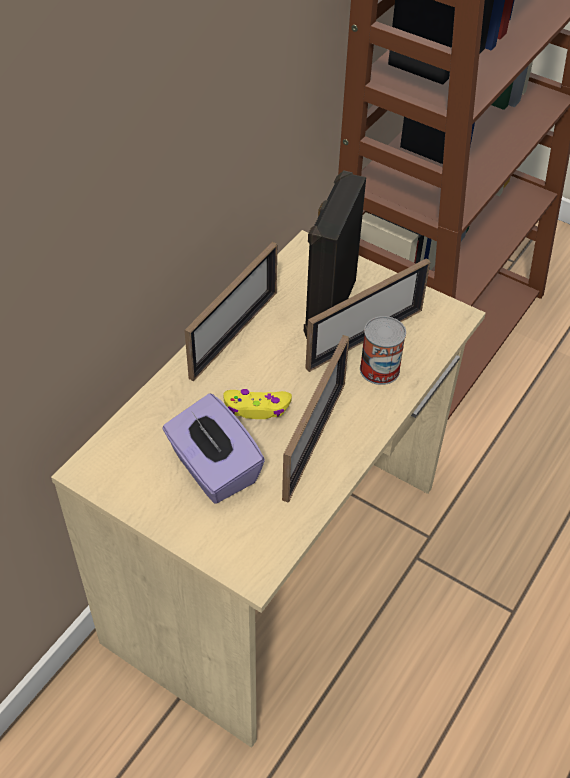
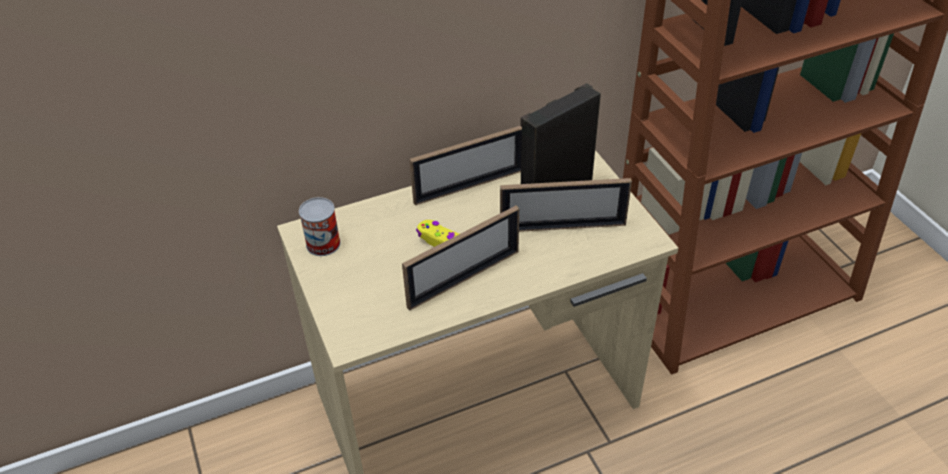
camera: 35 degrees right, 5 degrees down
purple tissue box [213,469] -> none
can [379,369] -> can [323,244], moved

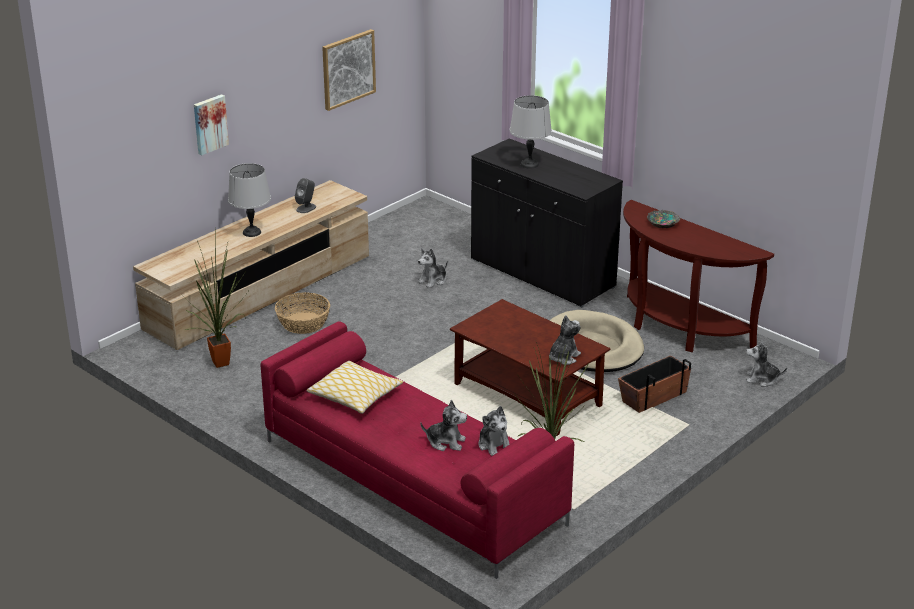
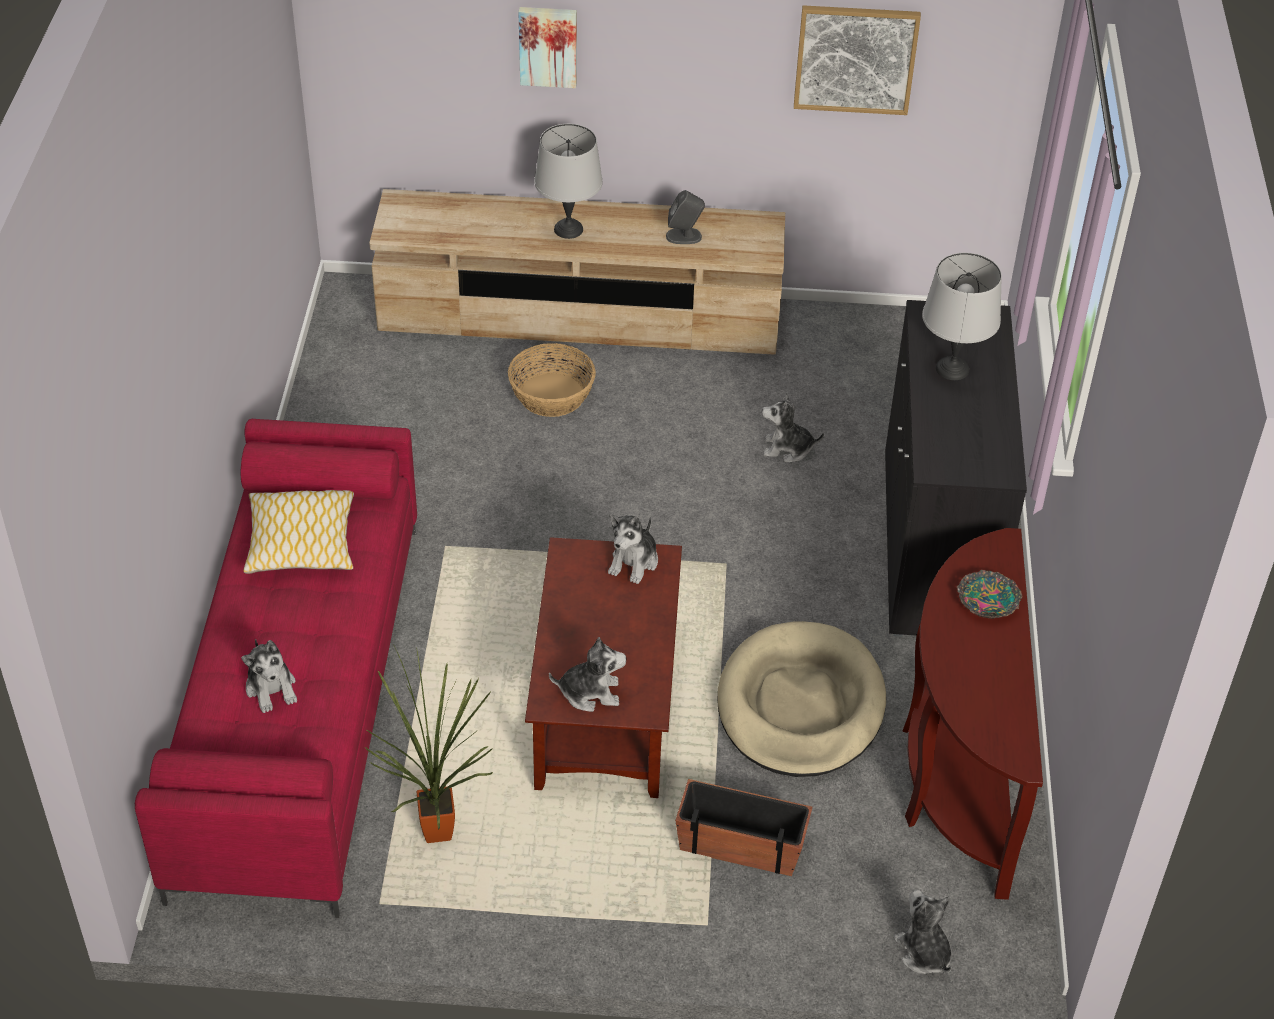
camera: 50 degrees right, 15 degrees up
potted plant [224,363] -> none
plush toy [494,445] -> plush toy [634,562], moved

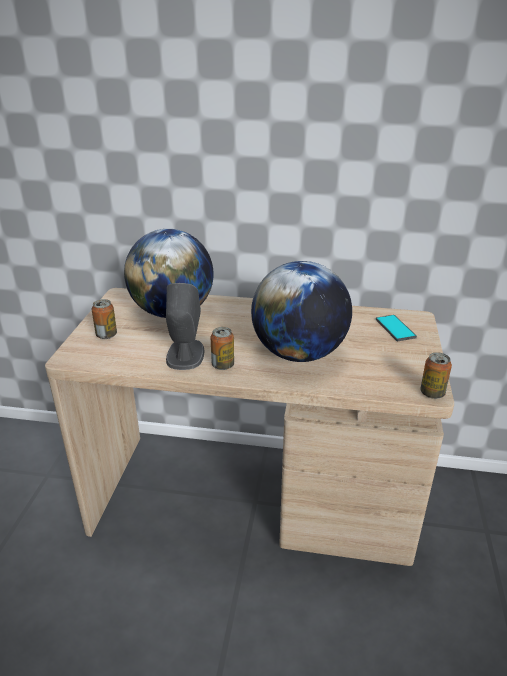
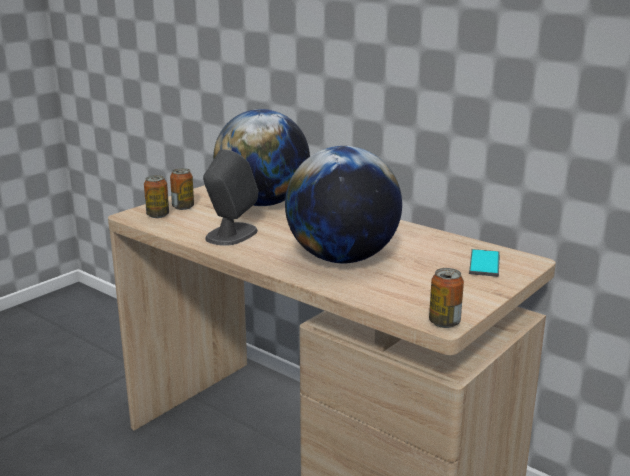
camera: 30 degrees right, 10 degrees down
can [223,365] -> can [158,215], moved

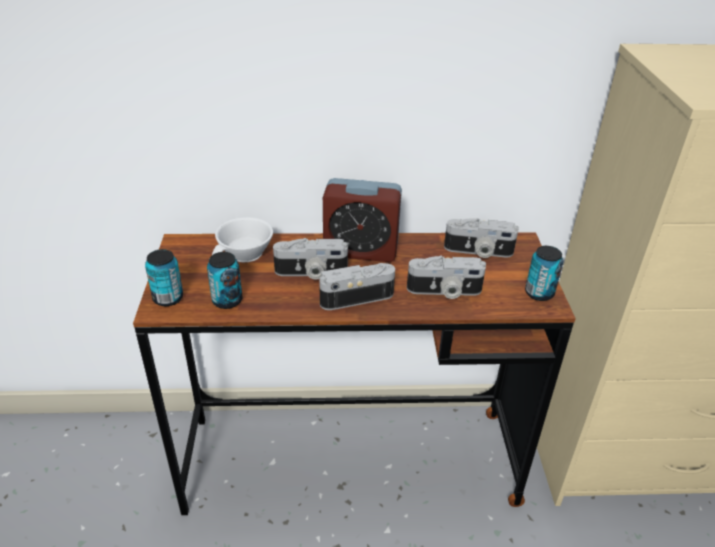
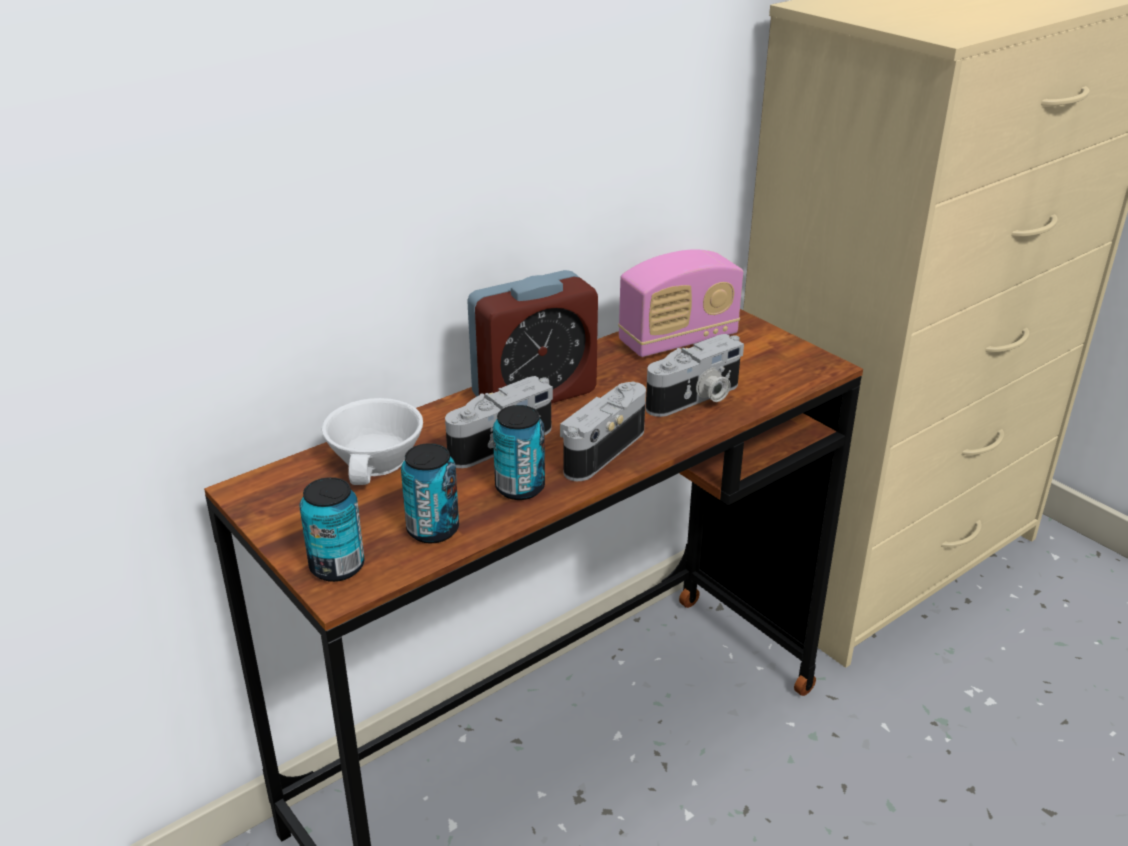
camera: 35 degrees left, 5 degrees down
photo camera [478,252] -> radio [678,340]
can [539,293] -> can [520,488], moved

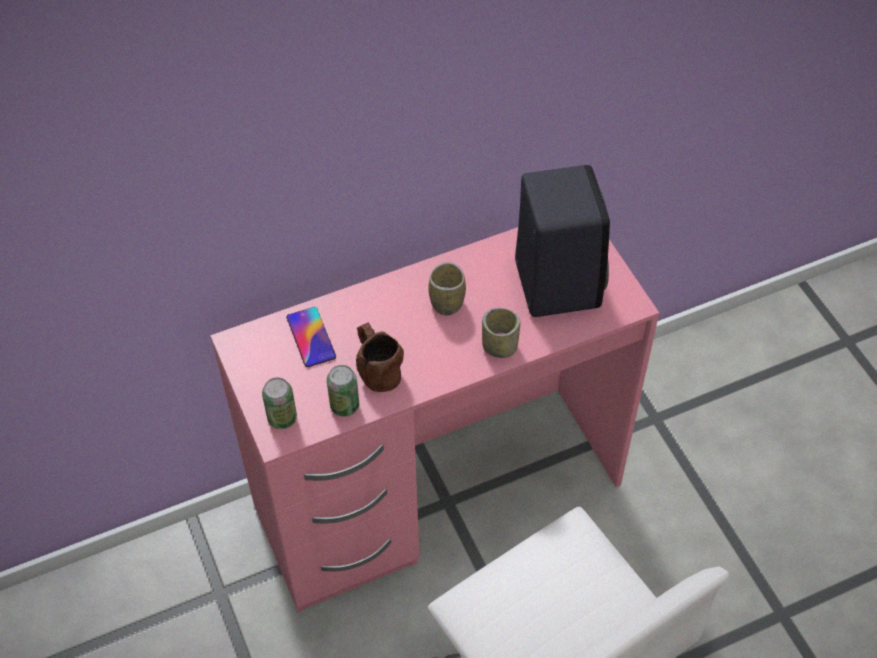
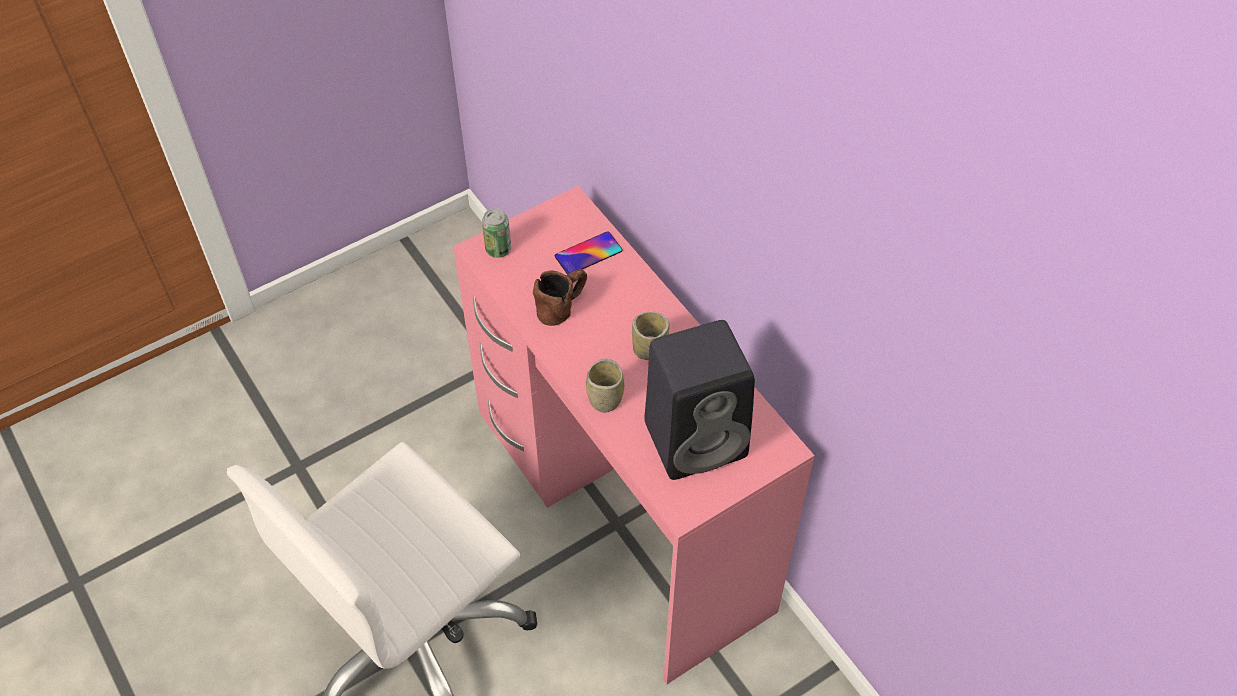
camera: 80 degrees right, 0 degrees up
can [344,406] -> none

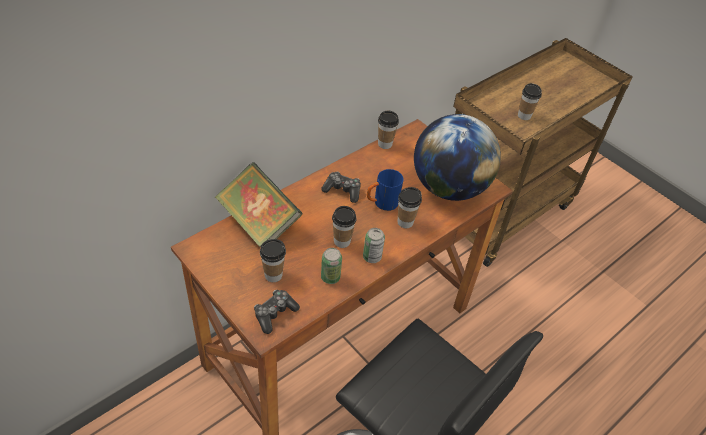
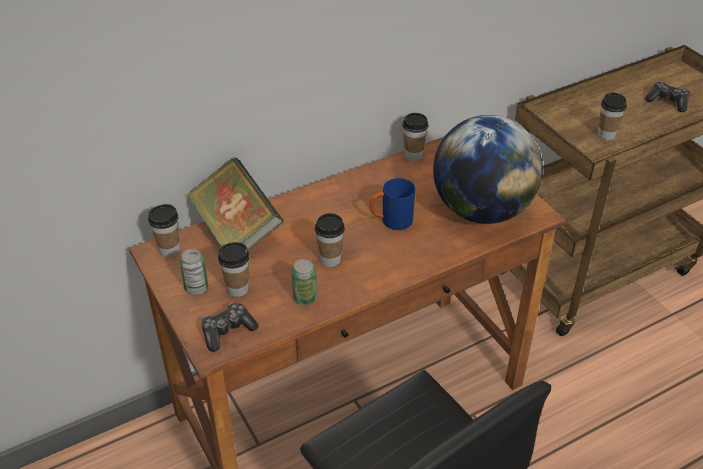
camera: 15 degrees right, 5 degrees down
game controller [342,190] -> game controller [667,102], moved
can [372,257] -> can [196,288], moved
cup [405,222] -> cup [169,250], moved

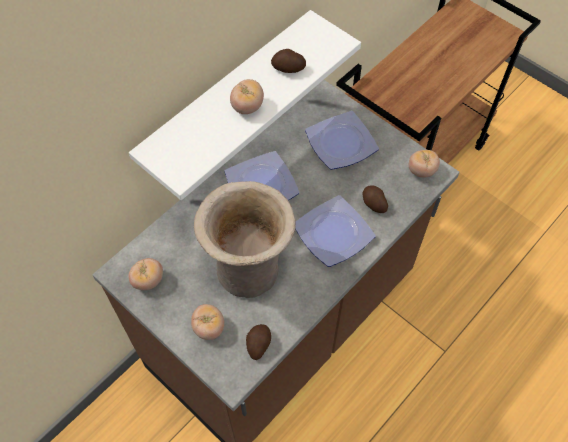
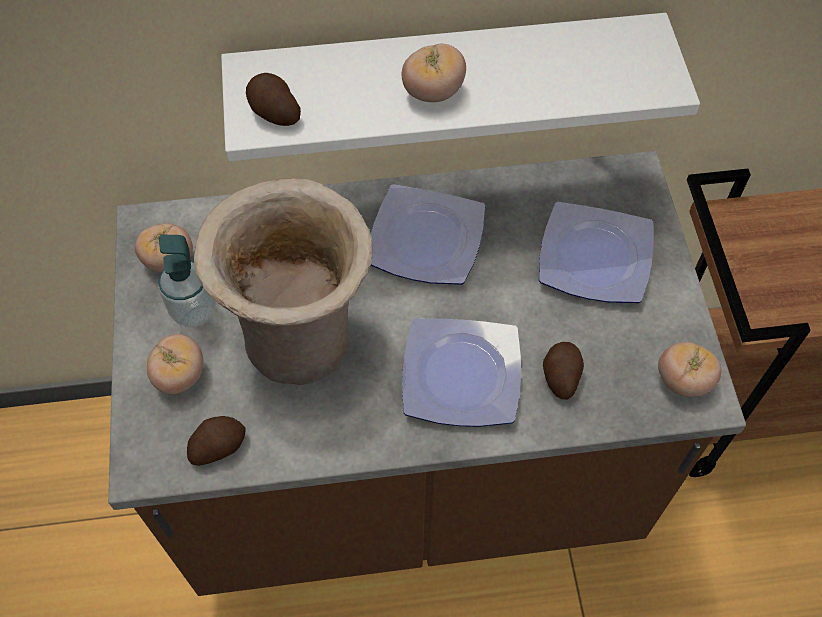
camera: 40 degrees right, 0 degrees up
potato [288,69] -> potato [273,112], moved
none -> soap dispenser [194,311]

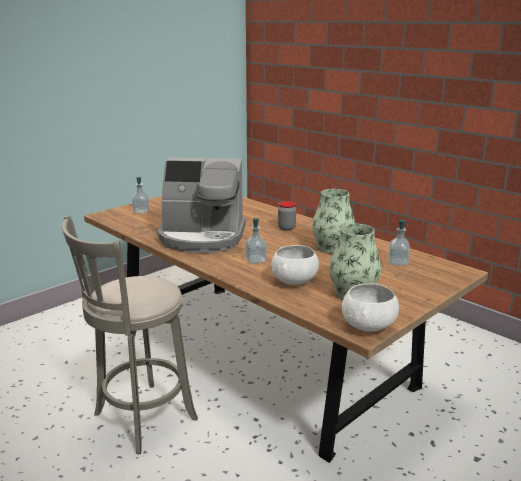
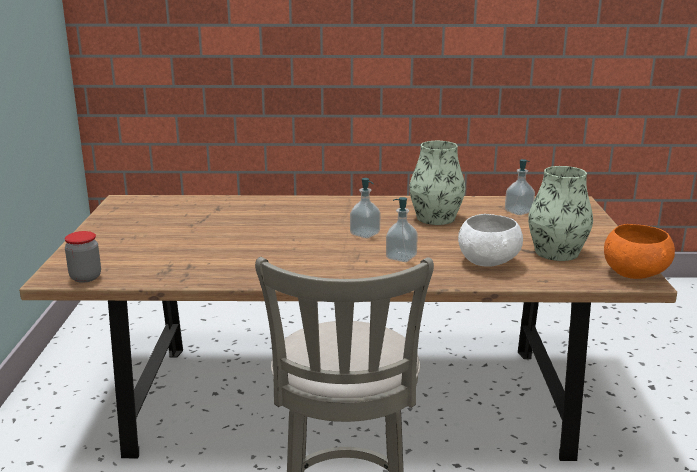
camera: 45 degrees left, 0 degrees up
soap dispenser [141,211] -> soap dispenser [365,234], moved
coffee machine [202,237] -> none
jar [286,228] -> jar [85,277], moved
white bowl [368,327] -> orange bowl [635,274]

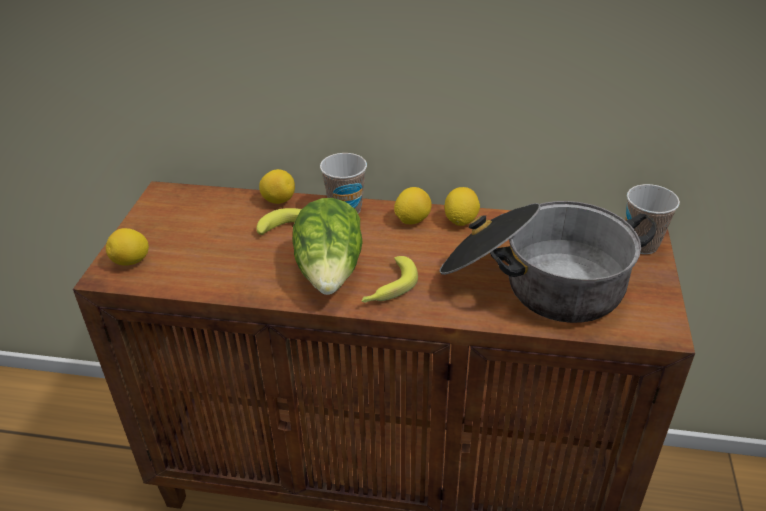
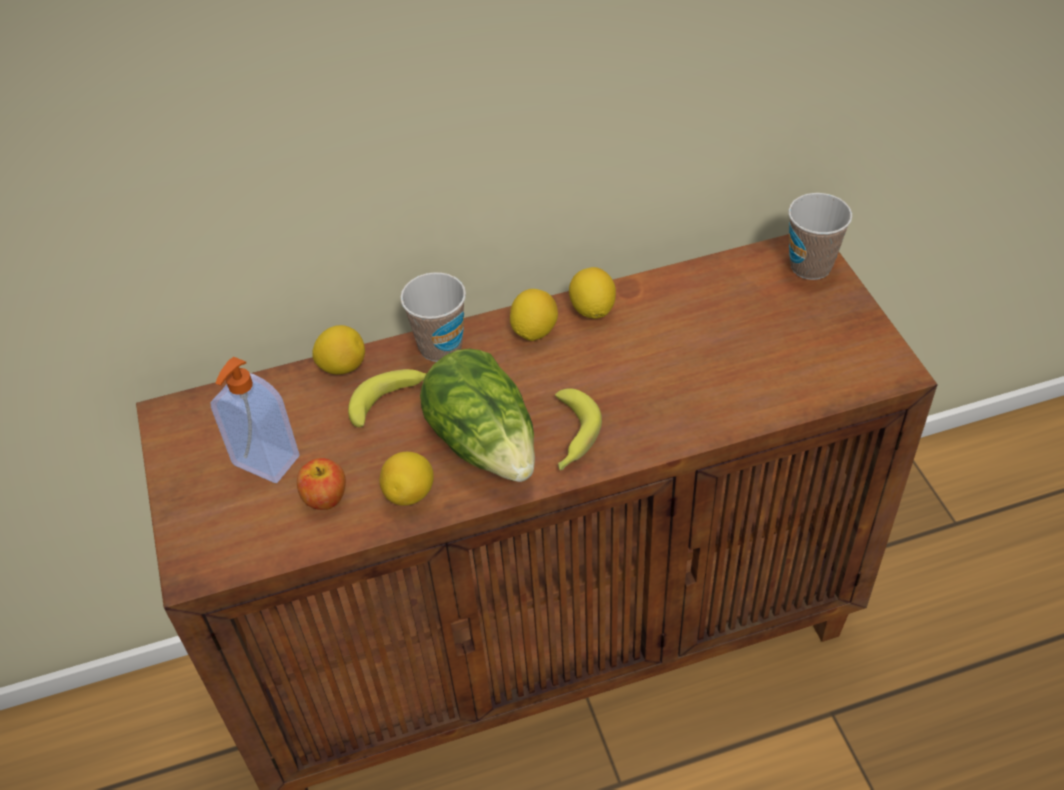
camera: 25 degrees left, 10 degrees up
lemon [131,261] -> lemon [410,494], moved
cooking pot [535,282] -> none
none -> soap dispenser [265,462]
none -> apple [325,497]

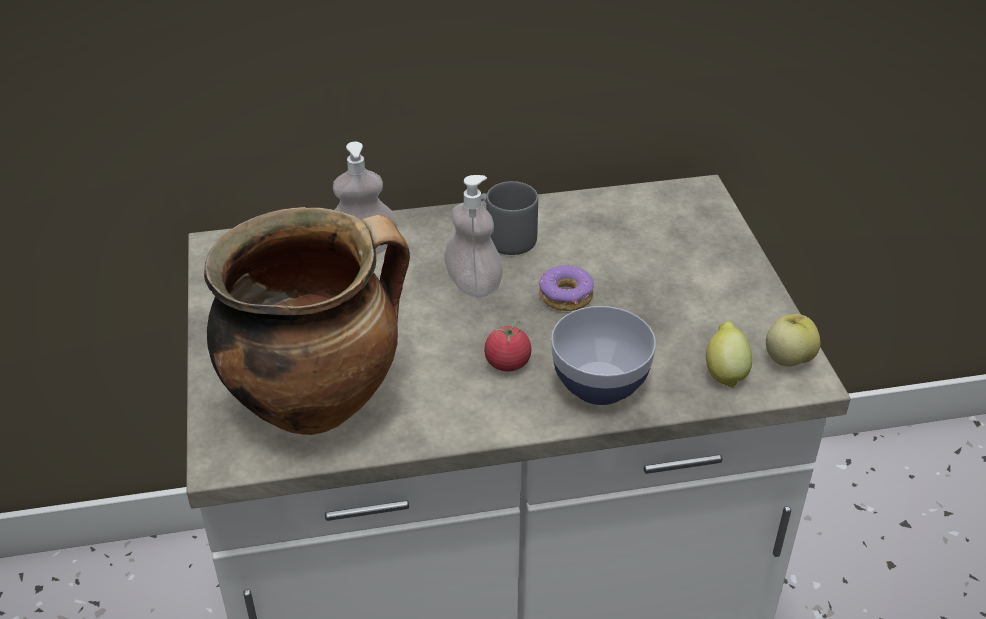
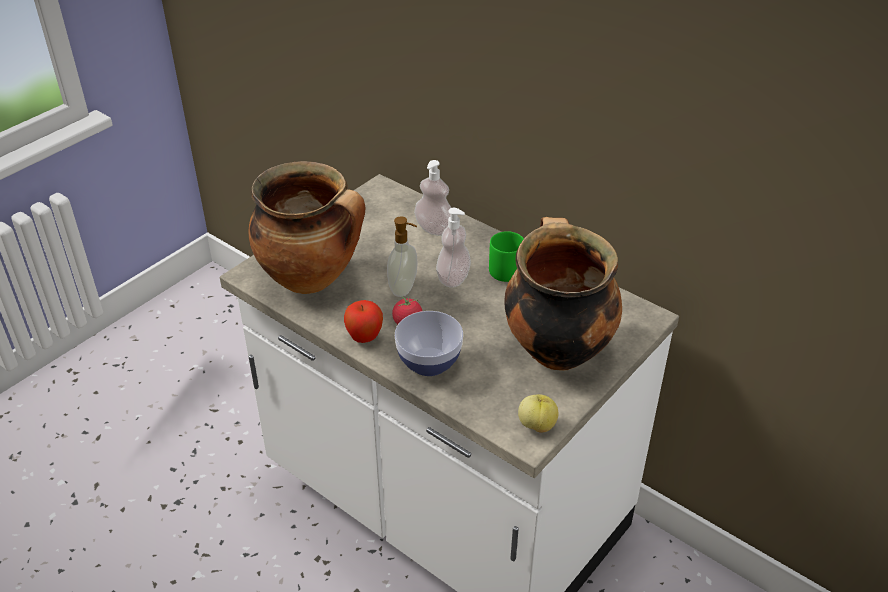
camera: 50 degrees right, 0 degrees up
grey mug [505,239] -> green mug [504,268]
donut [566,296] -> none
lemon [725,373] -> none
none -> apple [364,338]
none -> soap dispenser [404,288]
none -> cooking pot [556,348]

